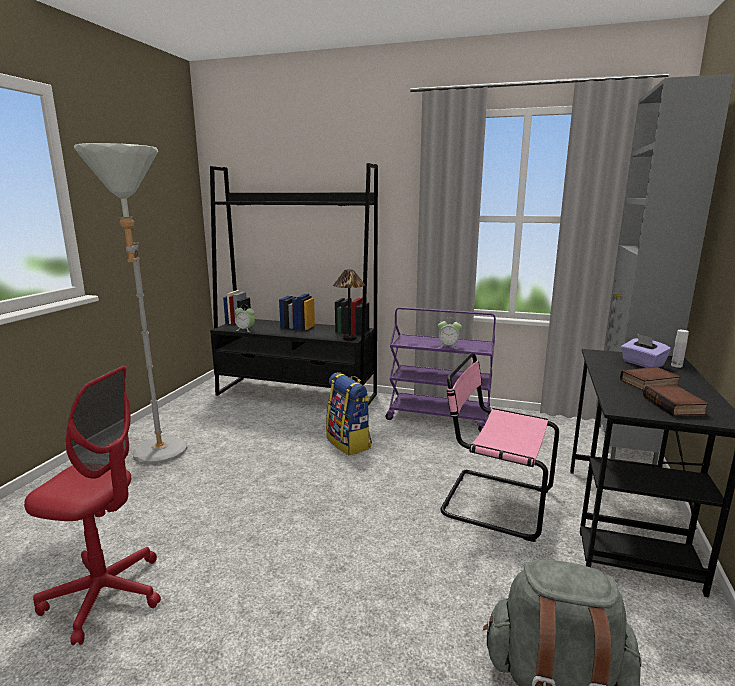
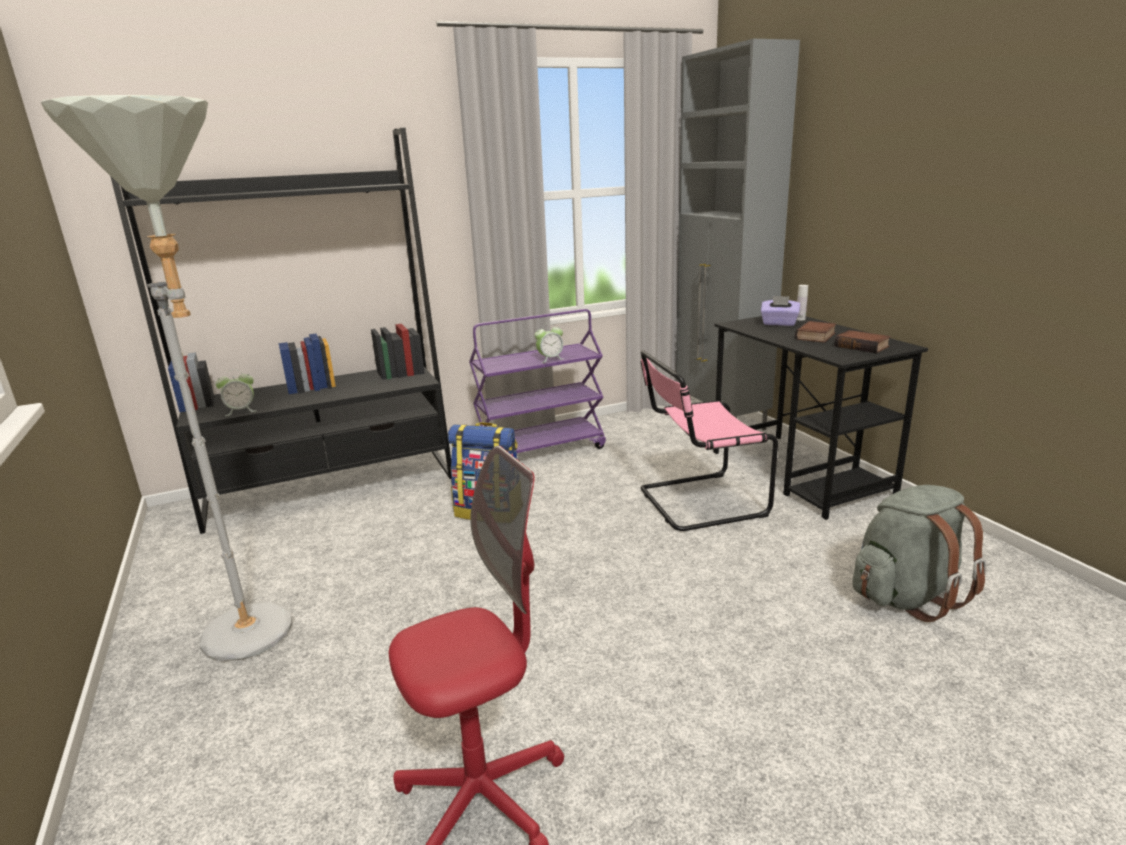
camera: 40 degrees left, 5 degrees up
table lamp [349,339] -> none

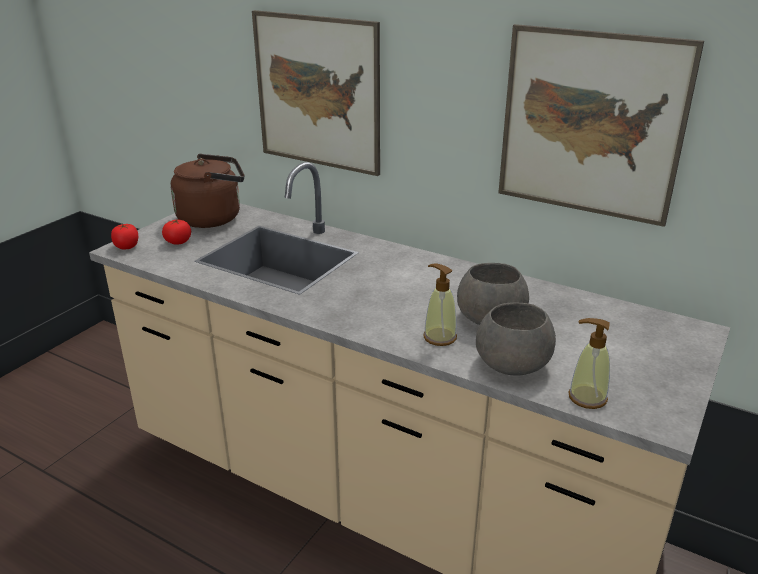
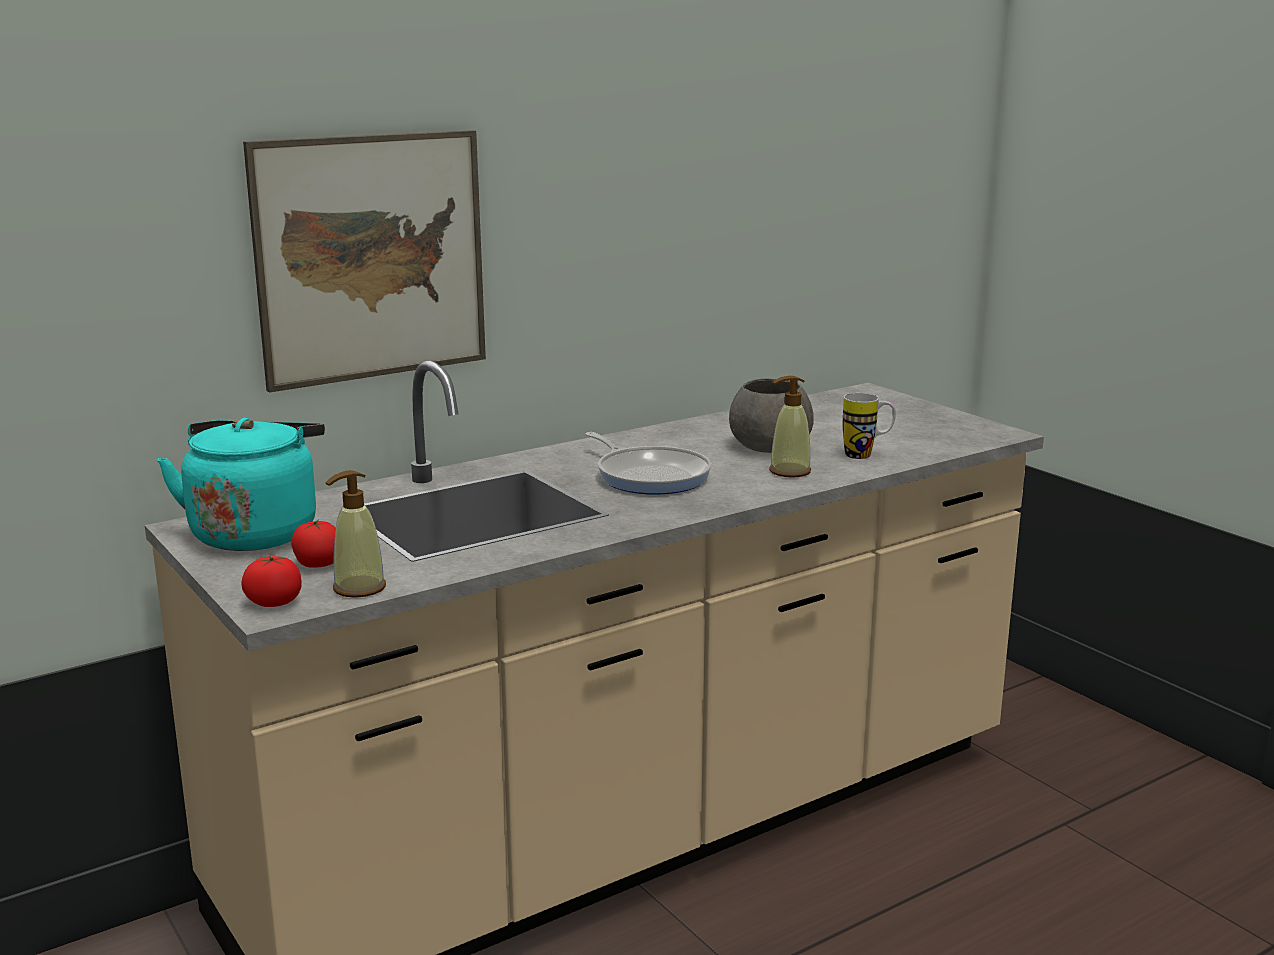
camera: 65 degrees left, 10 degrees down
brown kettle [213,218] -> turquoise kettle [255,532]
grey bowl [514,363] -> mug [866,455]
picture [590,125] -> none
soap dispenser [587,397] -> soap dispenser [359,588], moved
none -> frying pan [650,476]

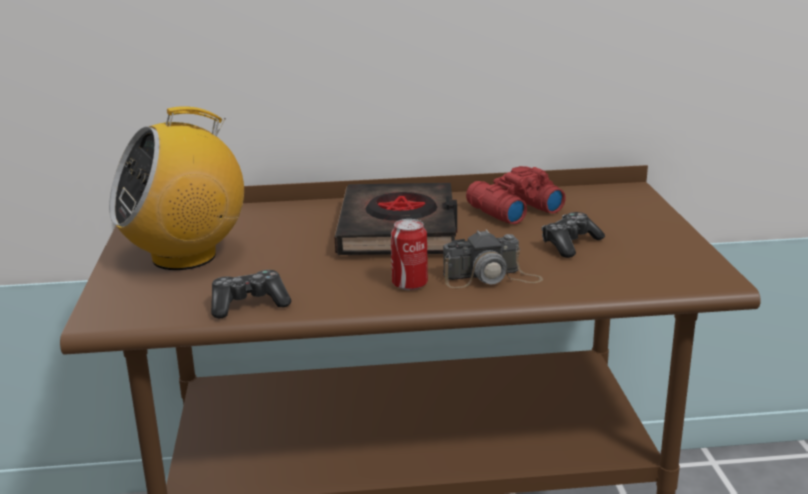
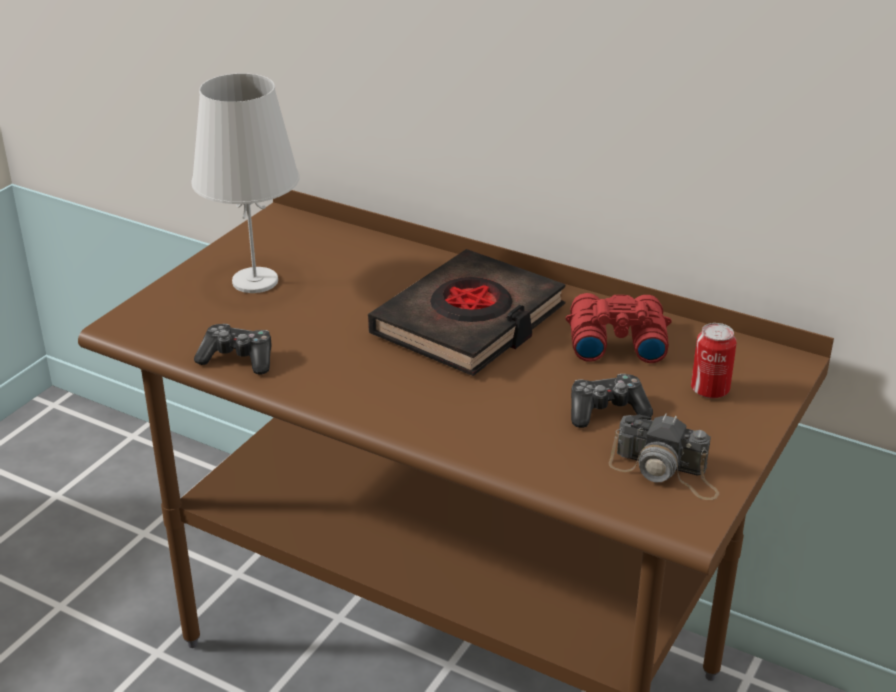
camera: 35 degrees right, 10 degrees up
radio [185,256] -> white table lamp [254,281]
can [409,284] -> can [710,390], moved
photo camera [491,278] -> photo camera [665,472], moved

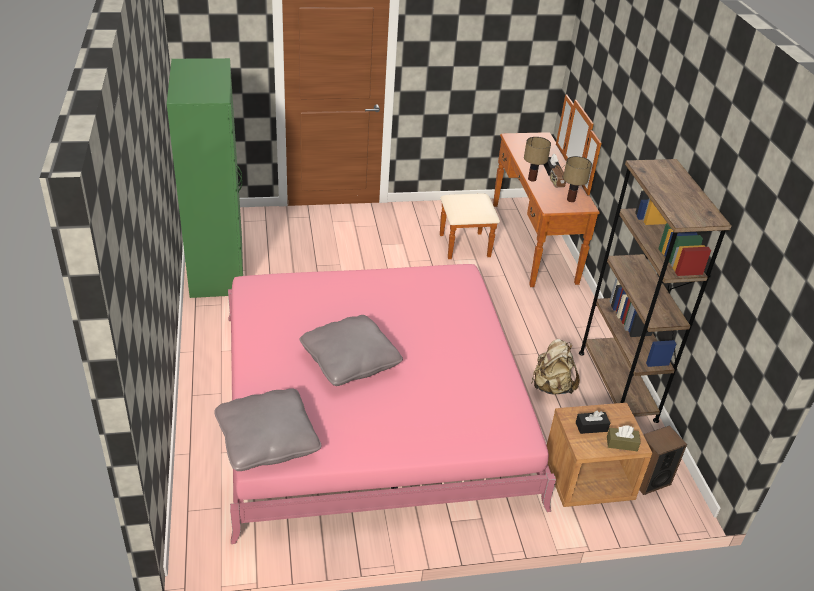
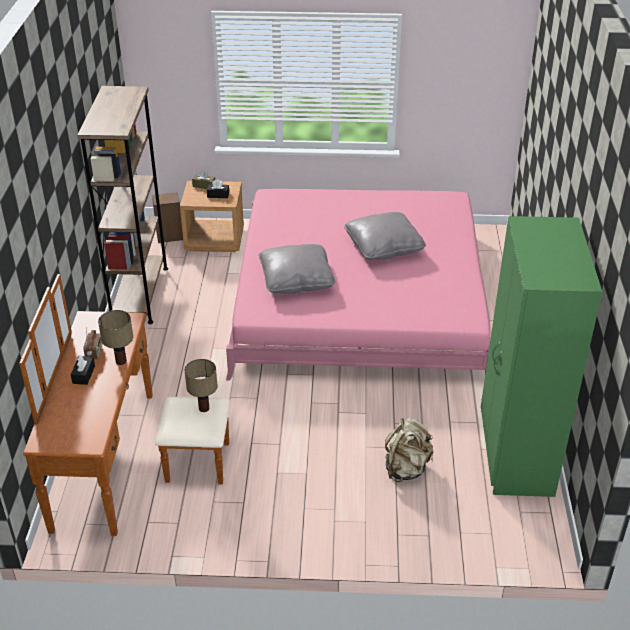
camera: 165 degrees left, 0 degrees up
grey pillow [267,440] -> grey pillow [296,280], moved
beige backpack [551,387] -> beige backpack [406,468], moved
table lamp [570,199] -> table lamp [204,408], moved

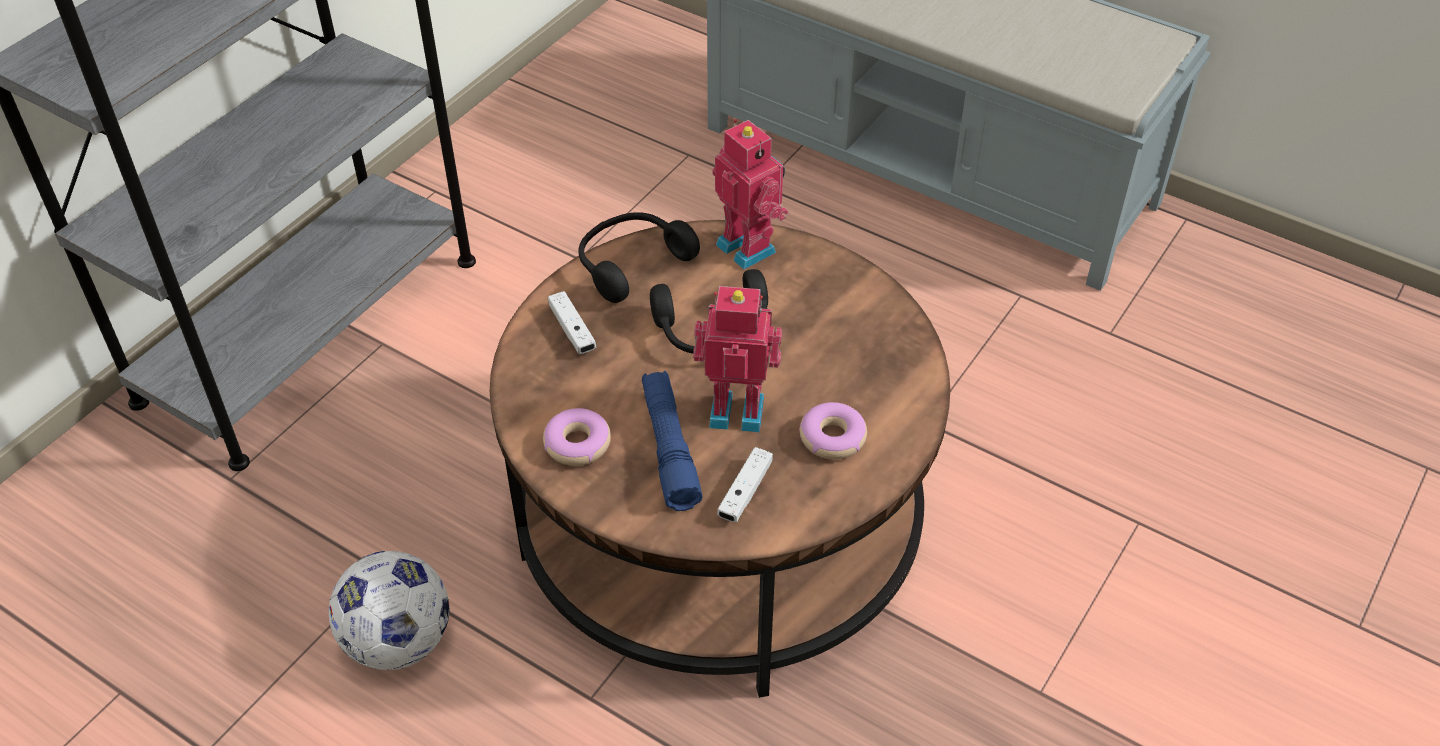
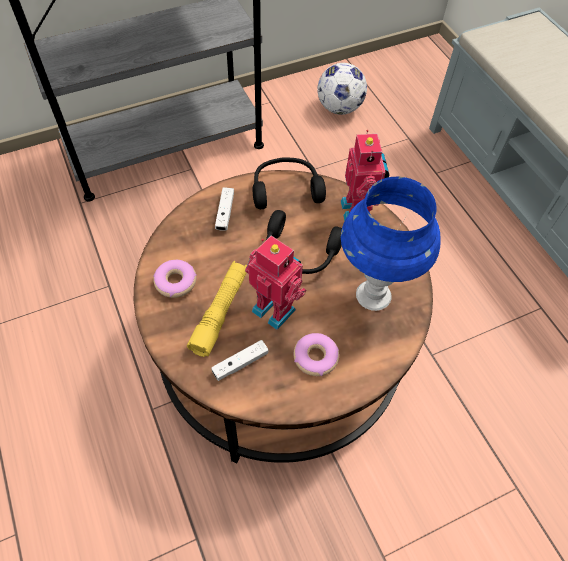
camera: 30 degrees right, 10 degrees up
football [398,641] -> football [339,108], moved
blue flashlight [669,448] -> yellow flashlight [220,312]
none -> blue table lamp [373,296]

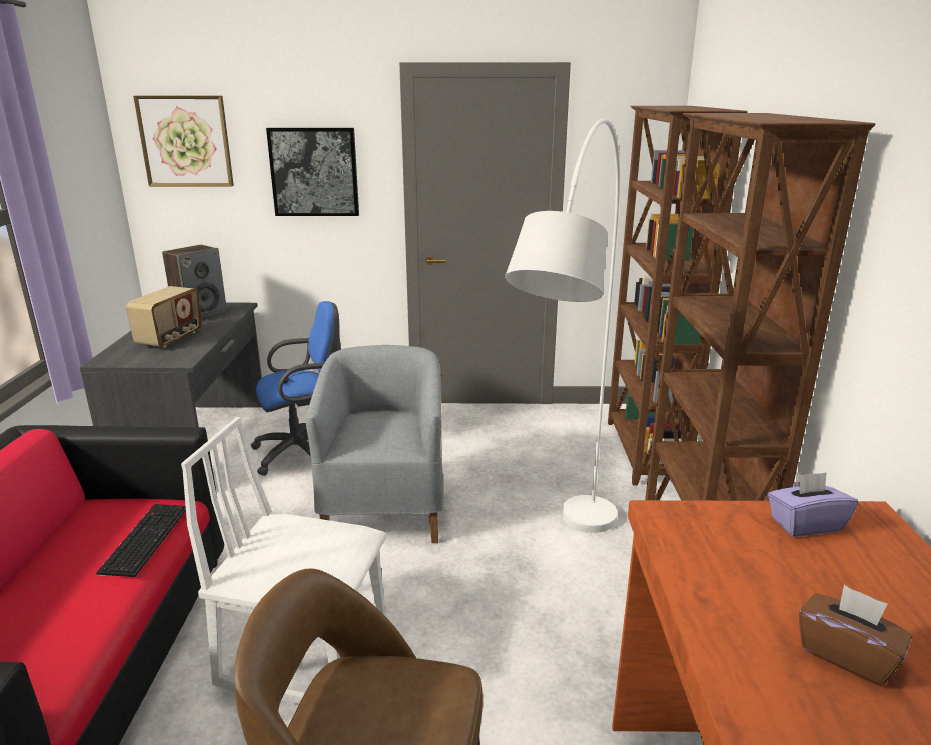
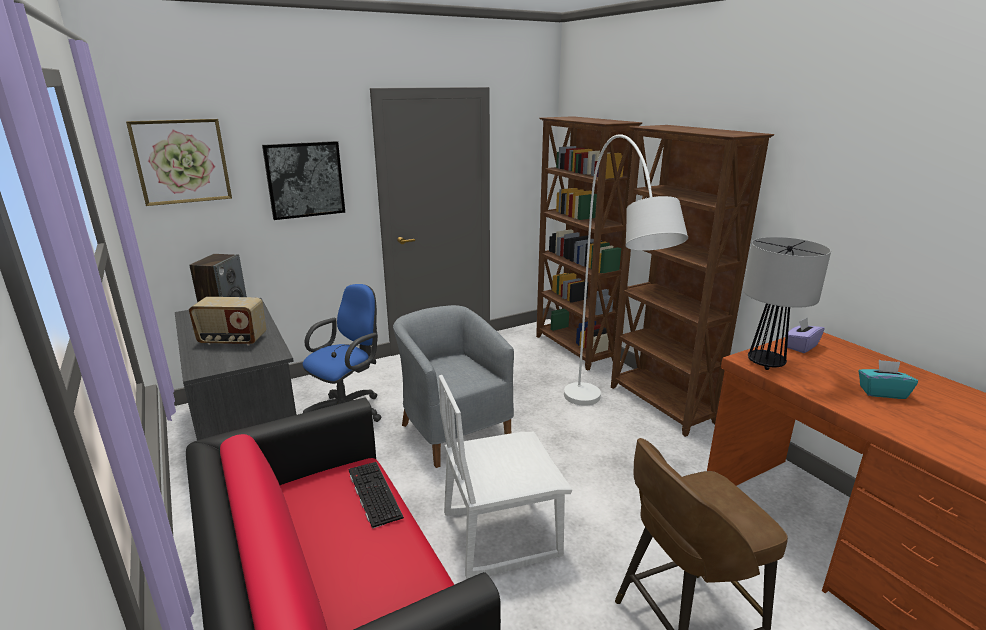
camera: 30 degrees left, 0 degrees up
radio [171,339] -> radio [232,340], 105 degrees clockwise
brown tissue box [846,655] -> turquoise tissue box [882,392]
none -> table lamp [766,363]

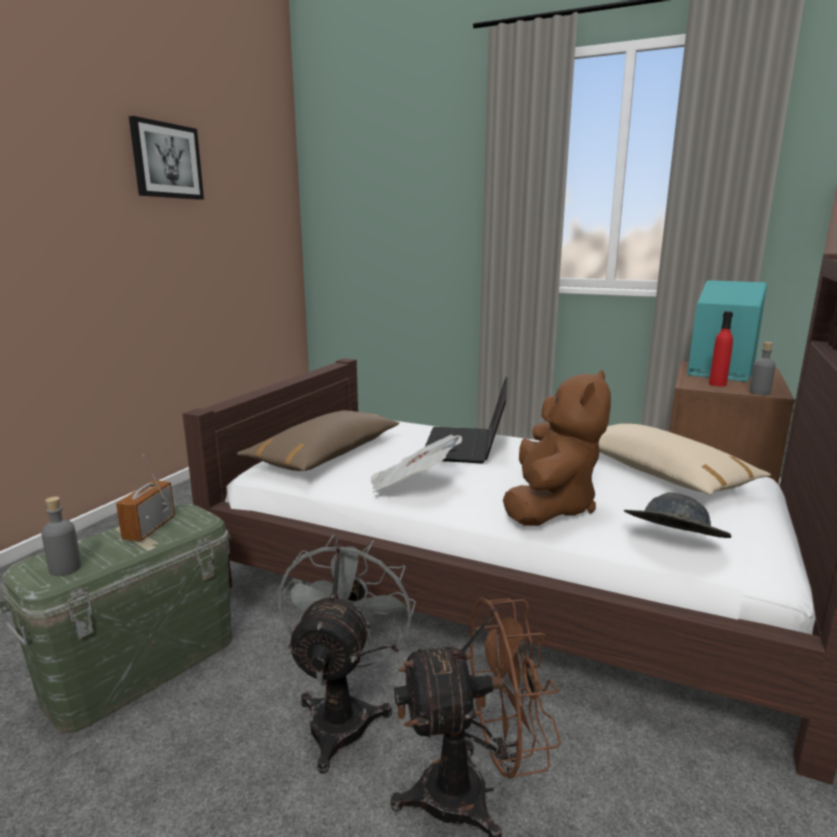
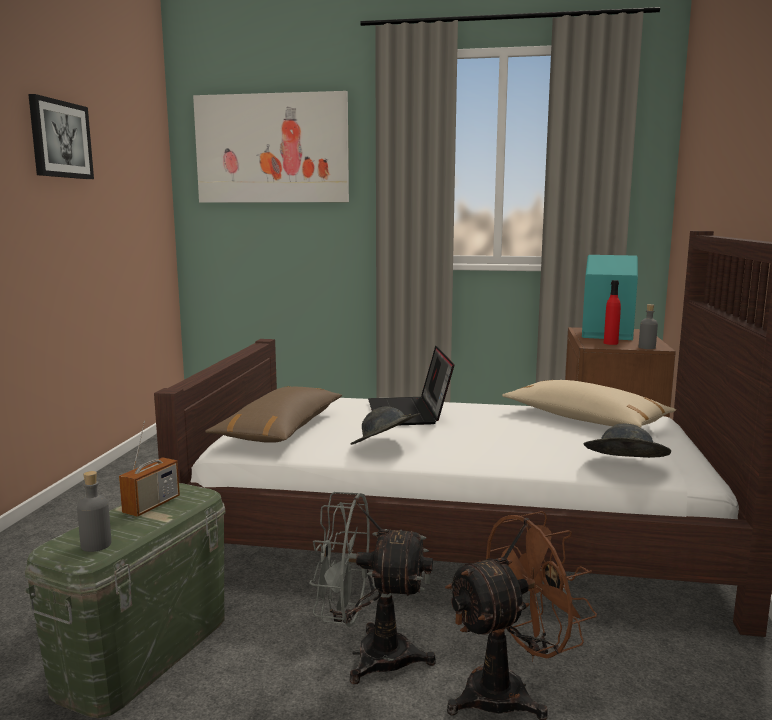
camera: 15 degrees left, 5 degrees down
radio [149,528] -> radio [152,505], 150 degrees counterclockwise
grey fan [344,713] -> grey fan [369,656], 75 degrees counterclockwise
newspaper [412,486] -> grey hat [384,447]
brown plush toy [549,507] -> none
none -> picture [272,149]

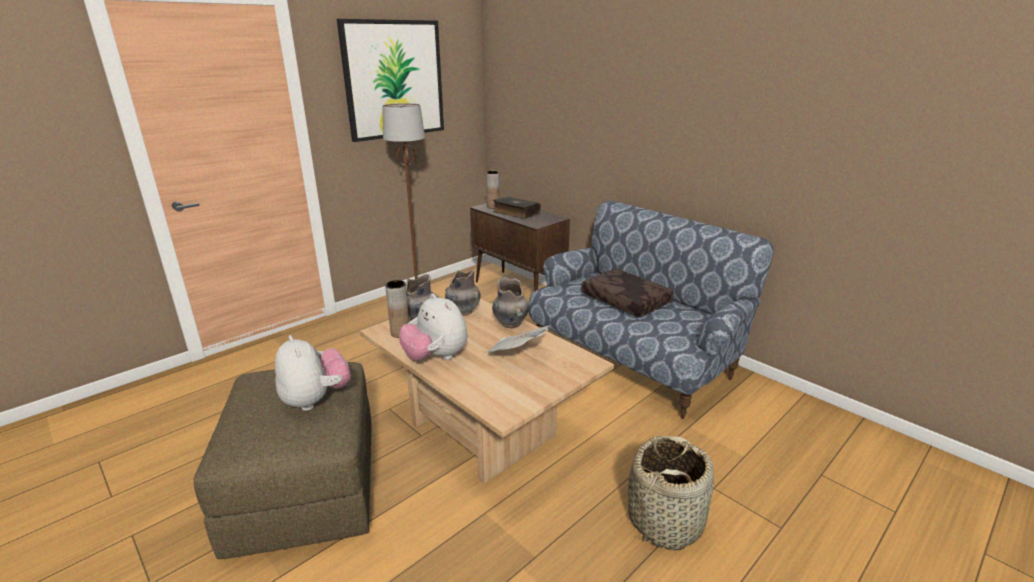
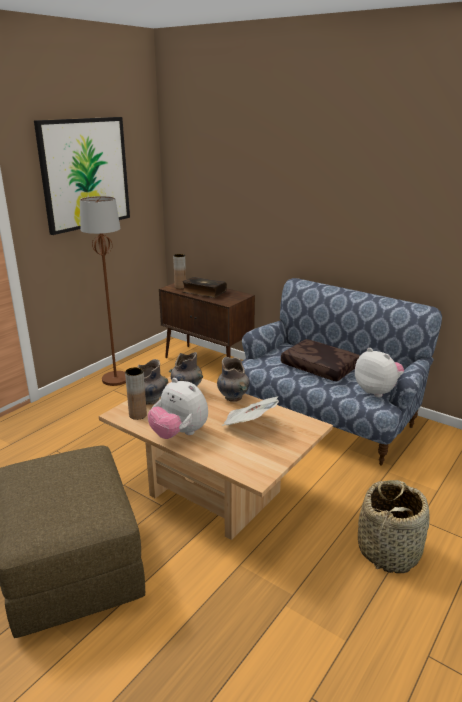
camera: 10 degrees left, 0 degrees up
plush toy [316,400] -> plush toy [377,391], moved

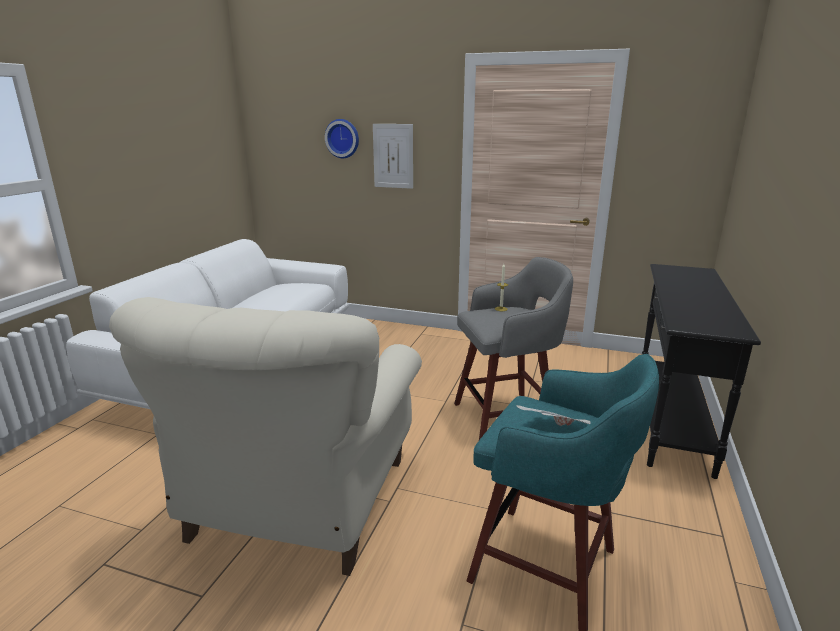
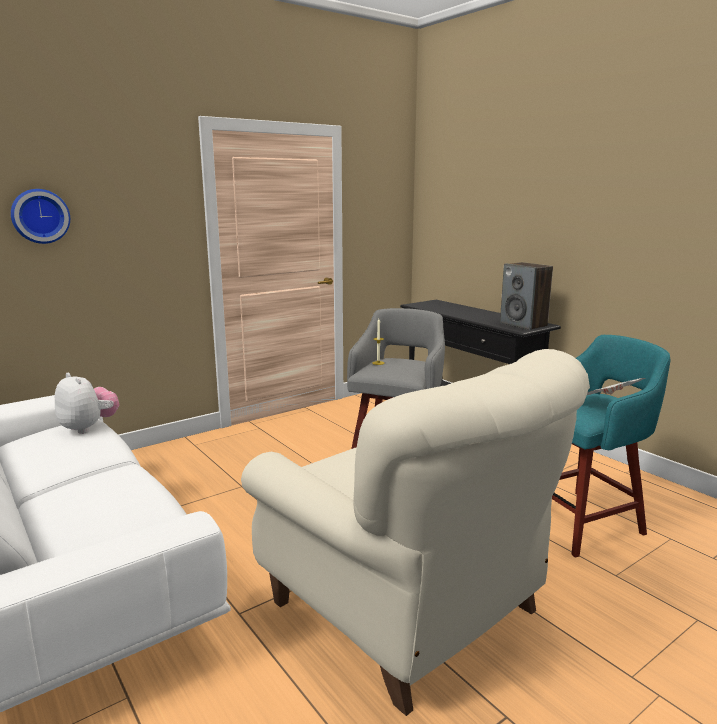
camera: 55 degrees left, 5 degrees down
picture [393,156] -> none
none -> plush toy [88,428]
none -> speaker [524,325]

